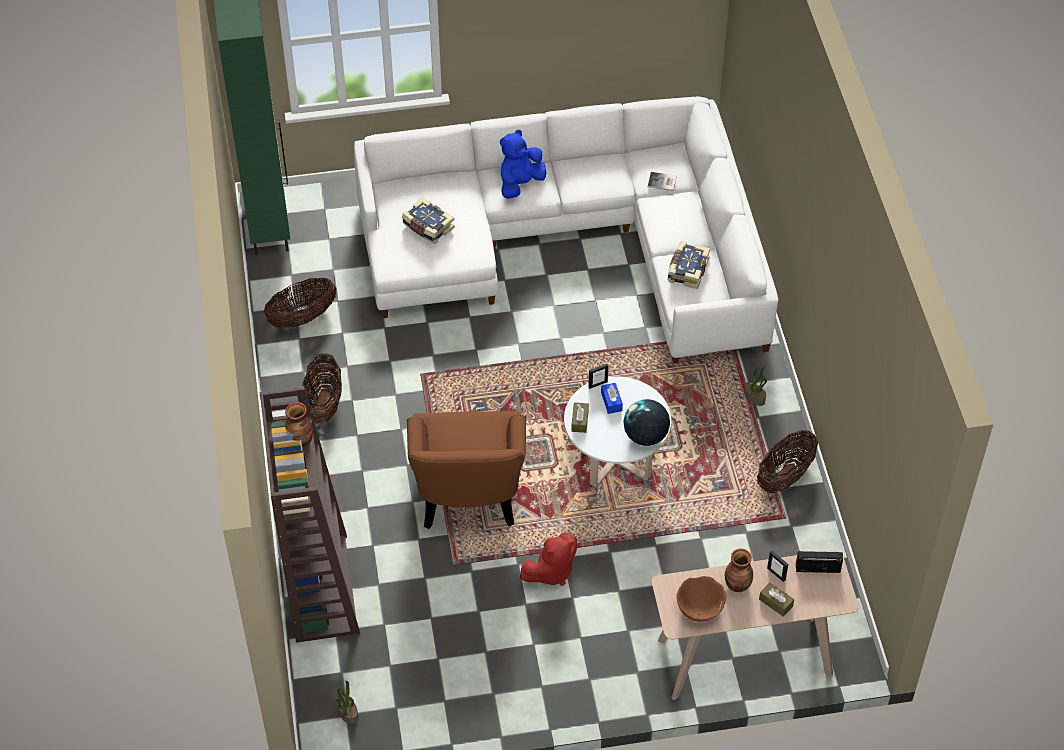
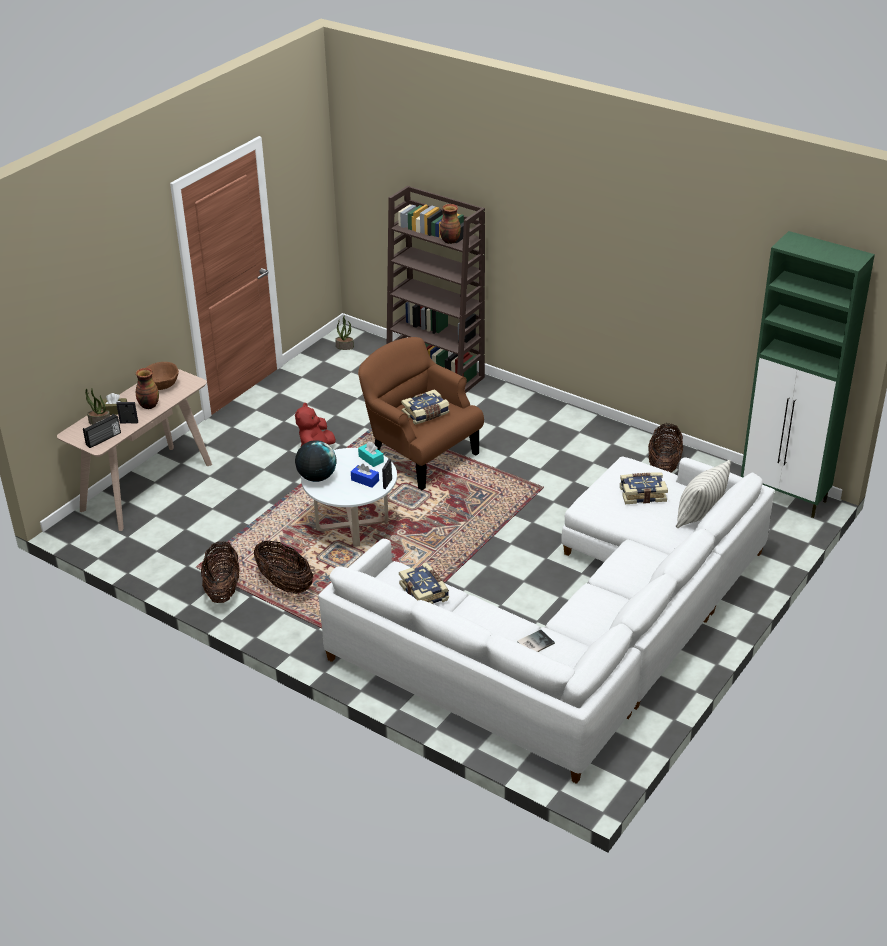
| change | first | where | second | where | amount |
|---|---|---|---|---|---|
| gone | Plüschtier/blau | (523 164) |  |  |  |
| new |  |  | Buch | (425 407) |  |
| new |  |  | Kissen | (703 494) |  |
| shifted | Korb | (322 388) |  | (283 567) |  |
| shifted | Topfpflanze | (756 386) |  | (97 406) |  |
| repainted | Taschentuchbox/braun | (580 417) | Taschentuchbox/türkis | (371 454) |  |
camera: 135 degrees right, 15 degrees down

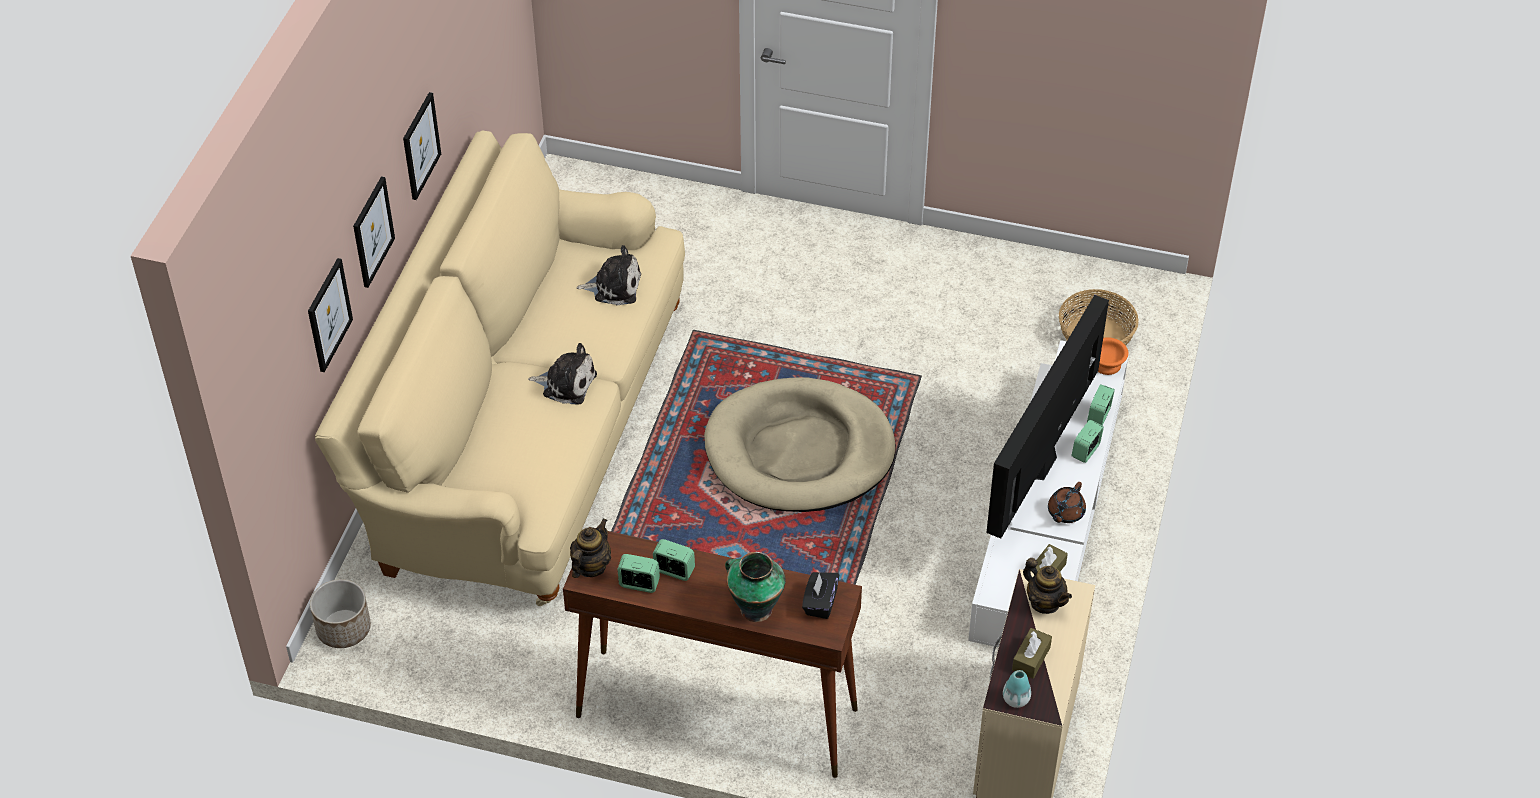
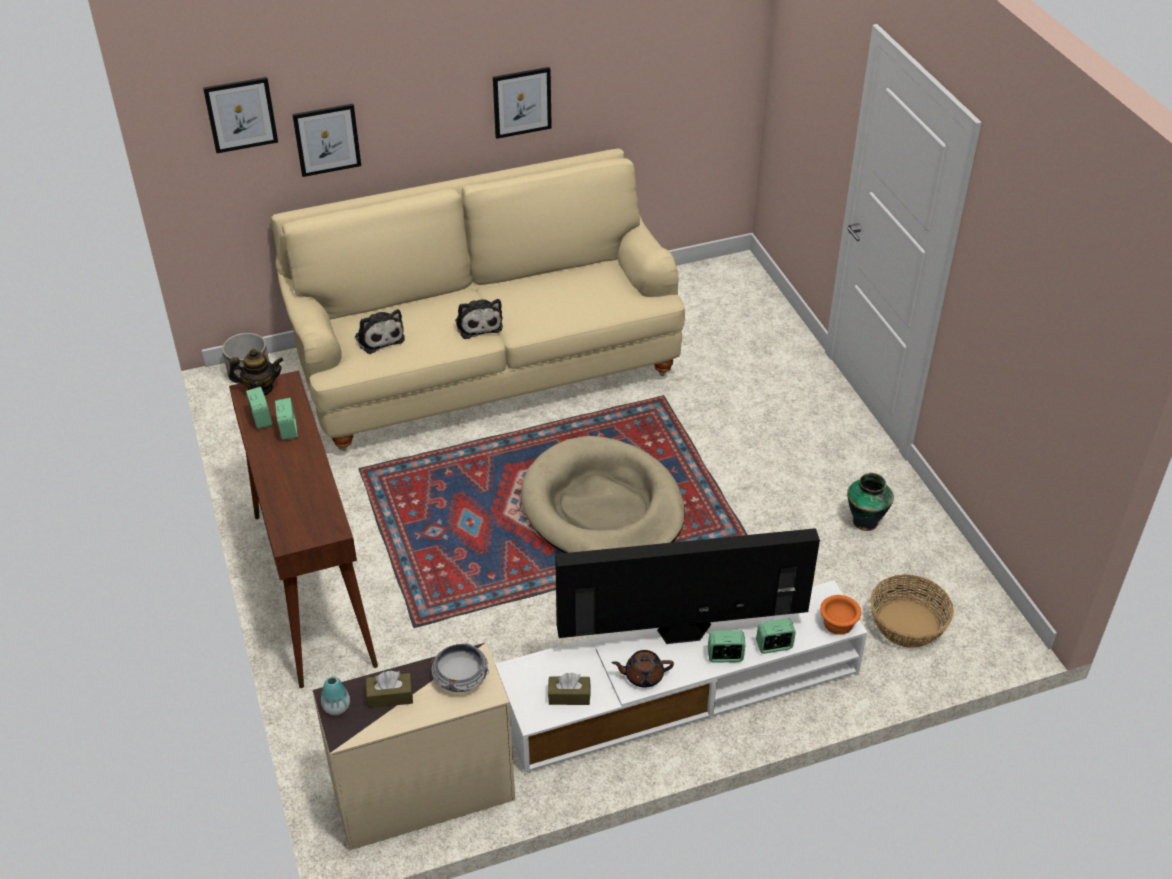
| change | first | where | second | where | amount |
|---|---|---|---|---|---|
| gone | Taschentuchbox/schwarz | (820 595) |  |  |  |
| shifted | Bild | (374 232) |  | (240 115) |  |
| shifted | Plüschtier | (608 275) |  | (380 331) |  |
| shifted | Vase | (755 587) |  | (870 502) |  |
| swapped | Teekanne | (1047 586) | Schüssel | (460 667) |  |
camera: 55 degrees right, 5 degrees down

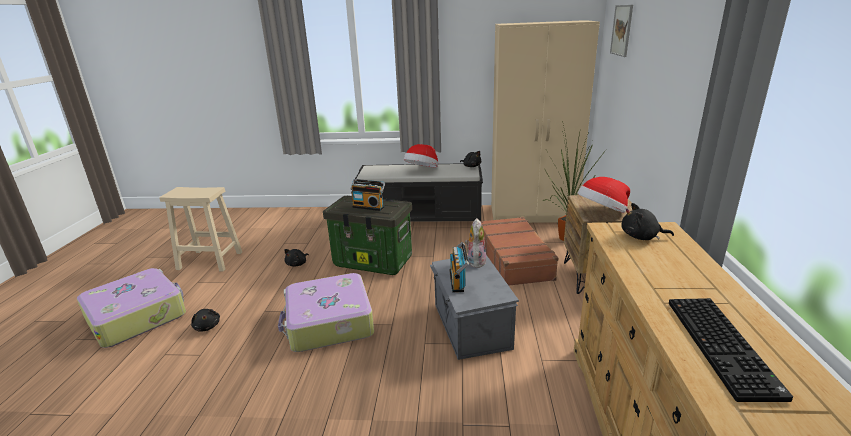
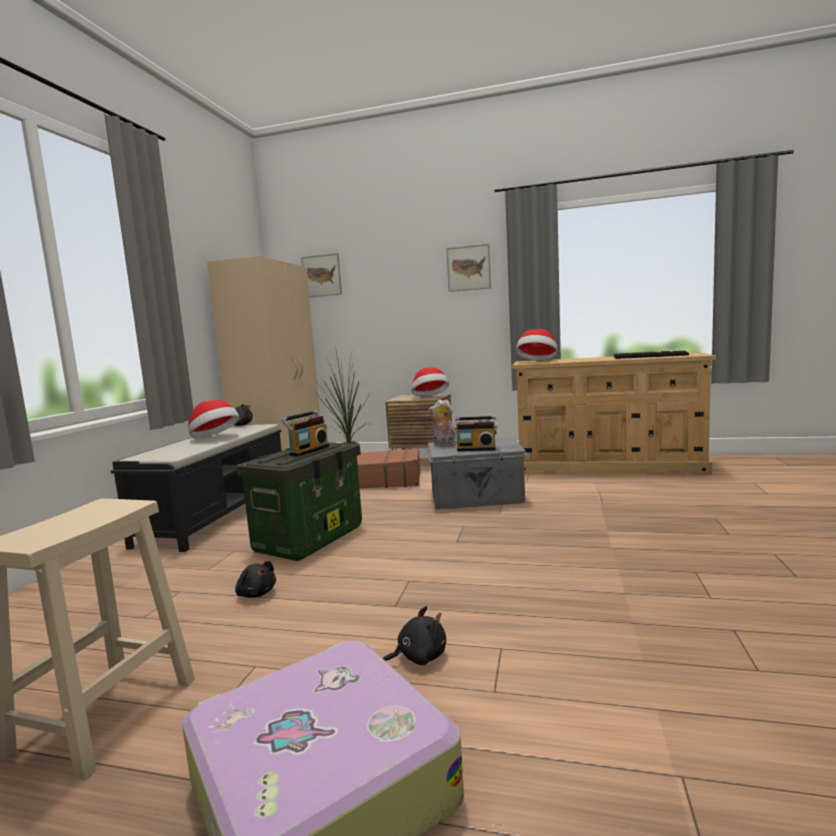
| change | first | where | second | where | amount |
|---|---|---|---|---|---|
| gone | Koffer | (326 312) |  |  |  |
| new |  |  | Bild | (468 268) |  |
| swapped | Plüschtier/schwarz | (648 221) | Hut | (537 345) |  |
camera: 80 degrees left, 15 degrees down

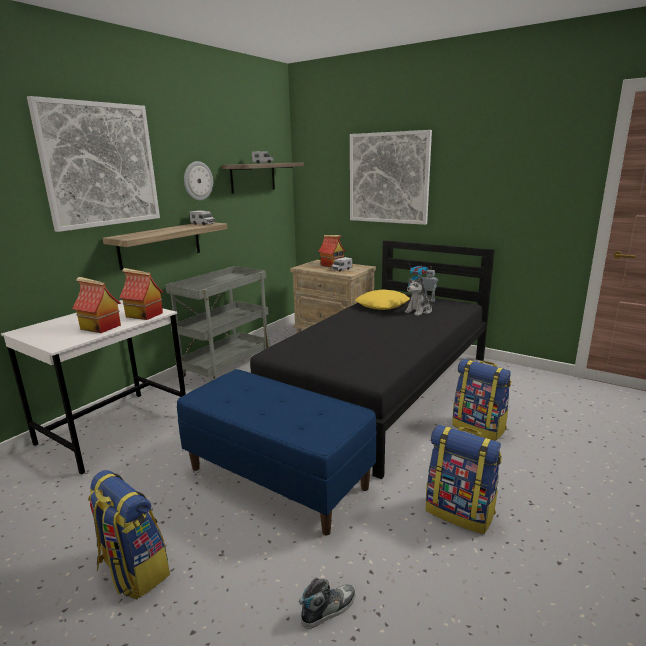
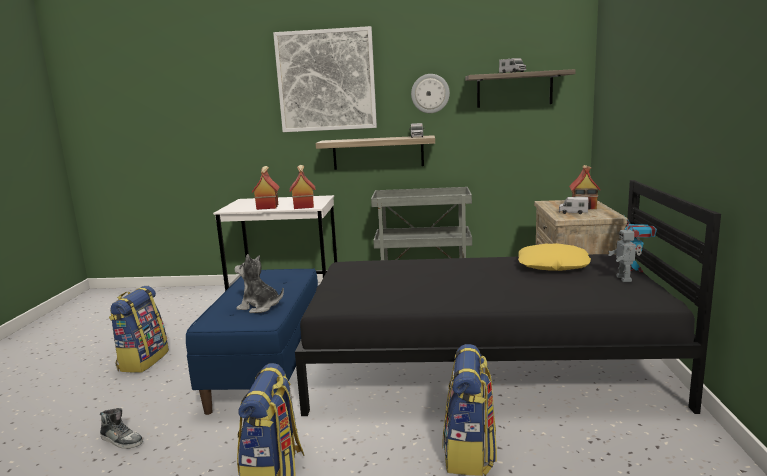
| change | first | where | second | where | amount |
|---|---|---|---|---|---|
| gone | Bild | (391 177) |  |  |  |
| shifted | Plüschtier | (418 295) |  | (259 283) |  |
camera: 60 degrees right, 5 degrees down

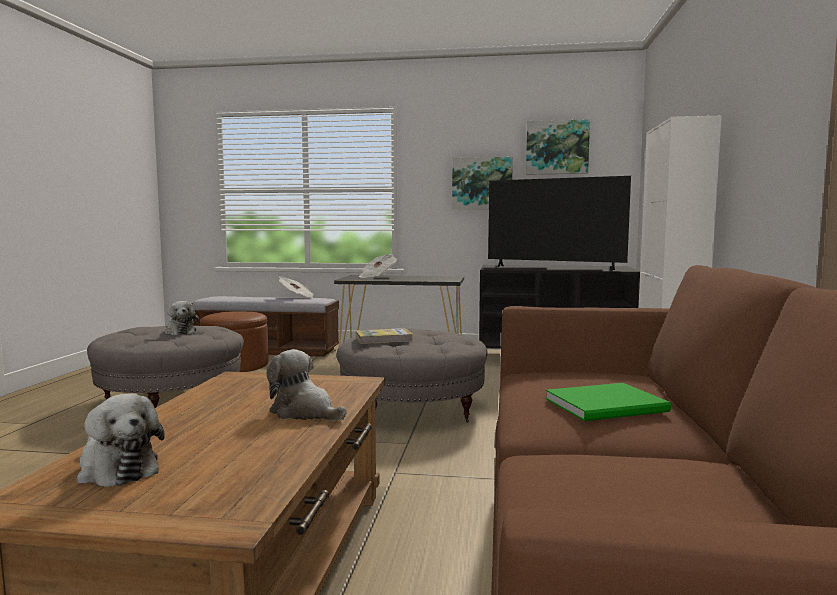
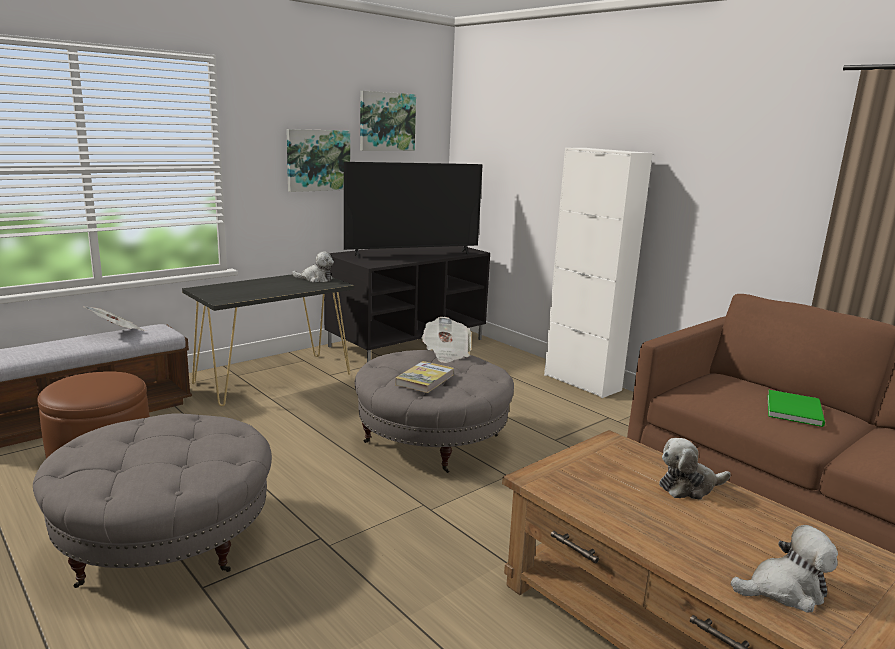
| change | first | where | second | where | amount |
|---|---|---|---|---|---|
| shifted | Plüschtier | (181 318) |  | (313 266) |  |
| shifted | Zeitung | (378 266) |  | (446 340) |  |
camera: 50 degrees left, 10 degrees up

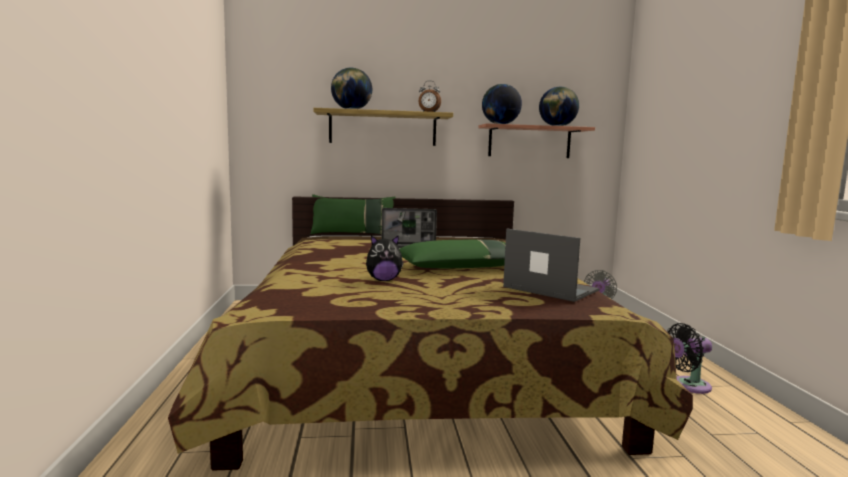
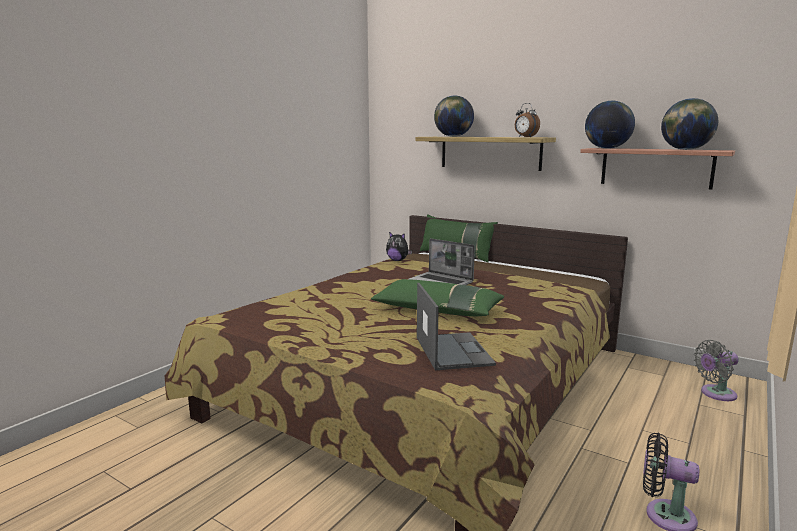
| change | first | where | second | where | amount |
|---|---|---|---|---|---|
| shifted | Plüschtier | (385 258) |  | (399 246) |  |
camera: 40 degrees right, 5 degrees up

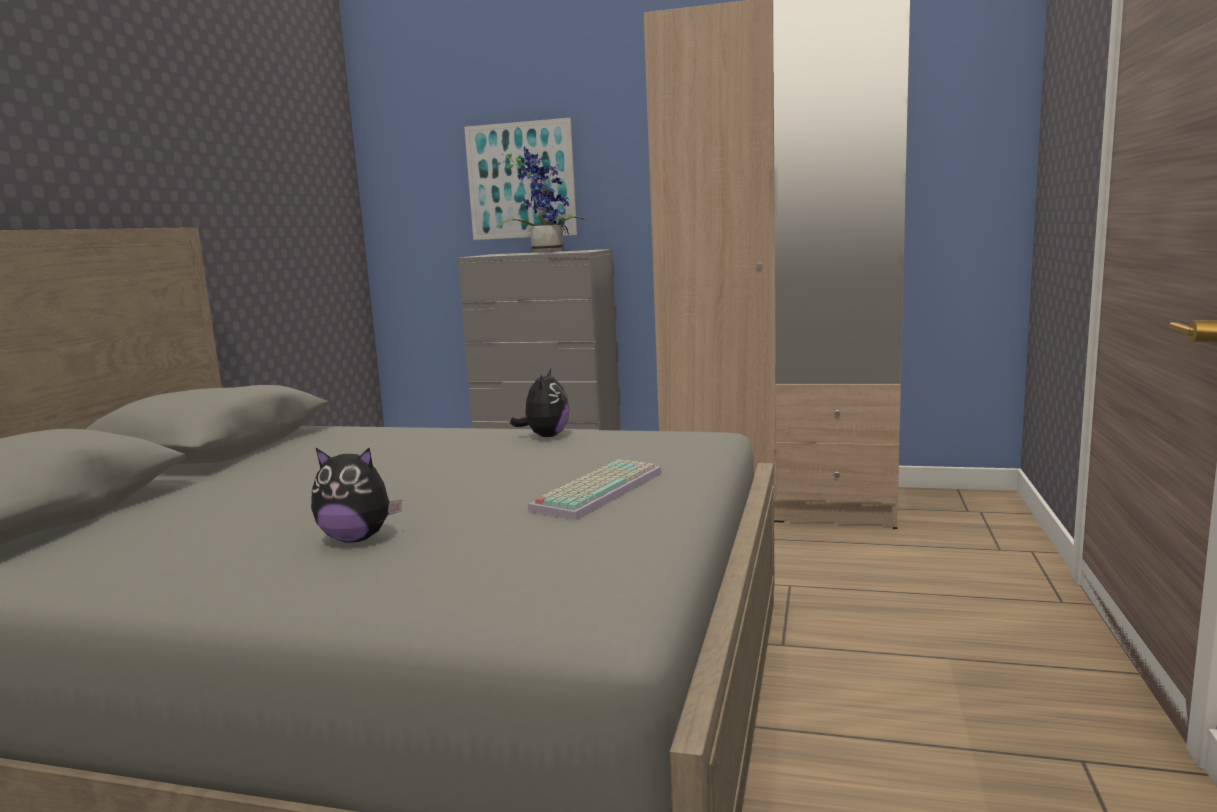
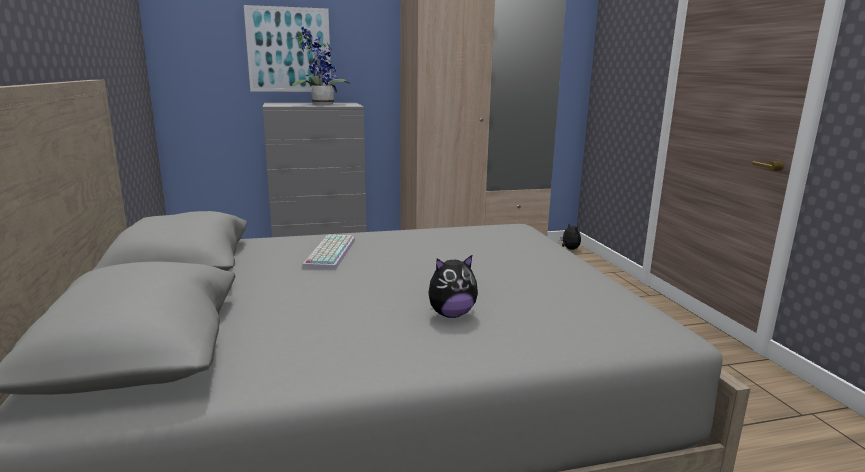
| change | first | where | second | where | amount |
|---|---|---|---|---|---|
| shifted | Plüschtier | (539 403) |  | (570 236) |  |
| shifted | Tastatur | (595 489) |  | (328 252) |  |
camera: 30 degrees left, 5 degrees up

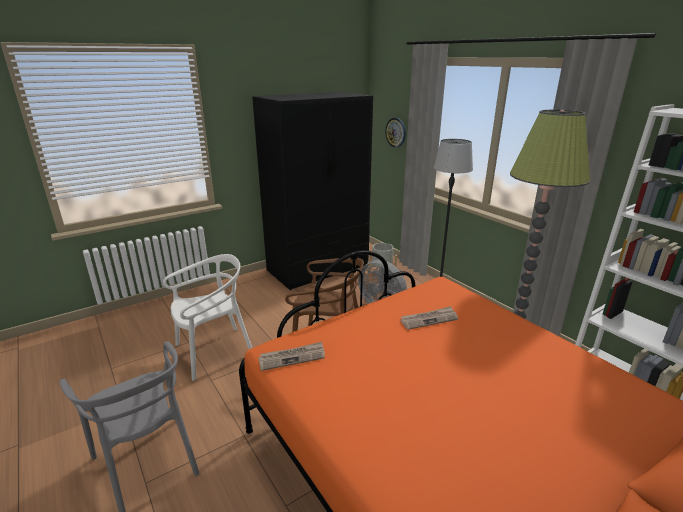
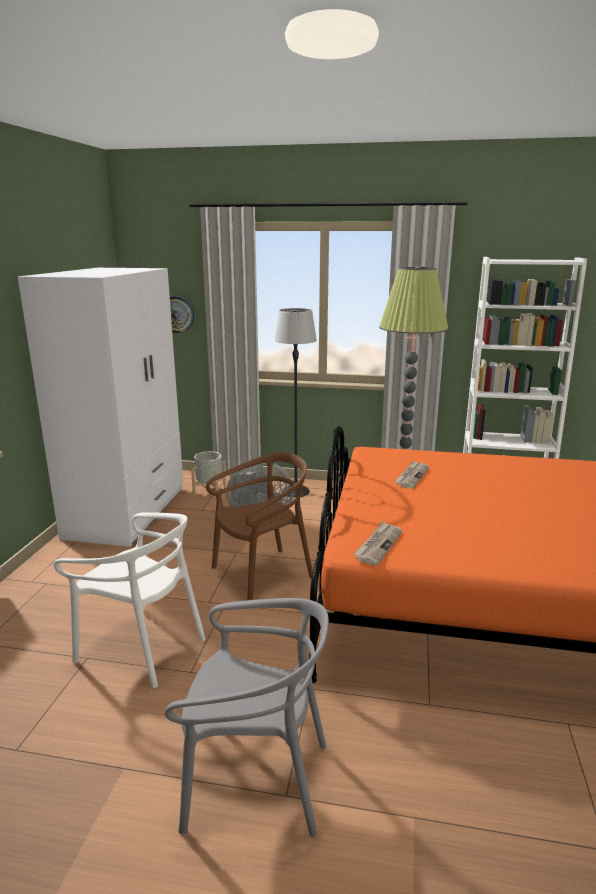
| change | first | where | second | where | amount |
|---|---|---|---|---|---|
| repainted | Kleiderschrank/schwarz | (312 191) | Kleiderschrank/weiß | (100 407) |  |
| rotated | Stuhl/weiß | (207 317) |  | (129 600) | 105 degrees clockwise |
camera: 45 degrees left, 5 degrees down

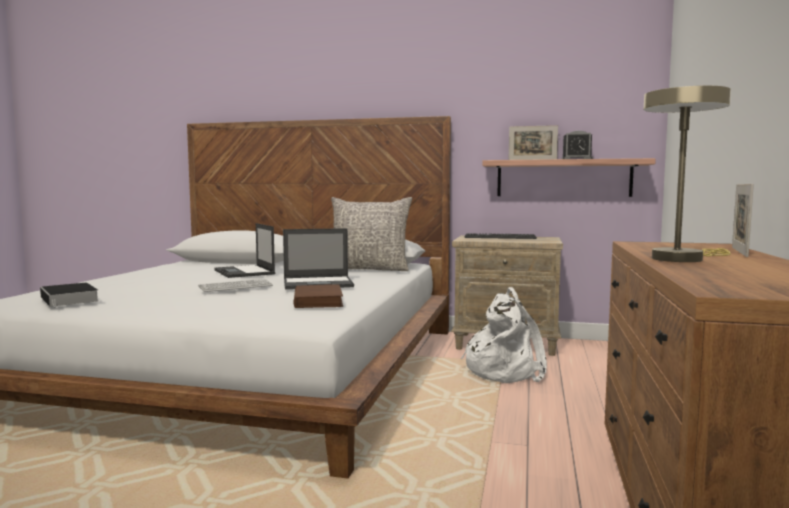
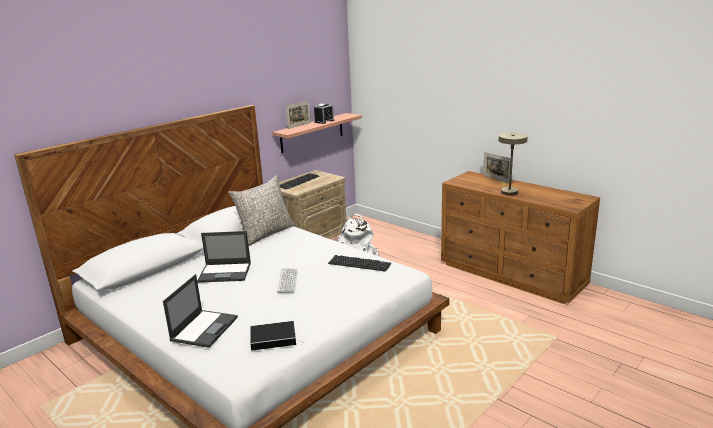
| change | first | where | second | where | amount |
|---|---|---|---|---|---|
| shifted | Laptop | (318 259) |  | (200 311) |  |
| swapped | Buch/braun | (318 296) | Tastatur | (359 263) |  |
camera: 60 degrees left, 15 degrees up

